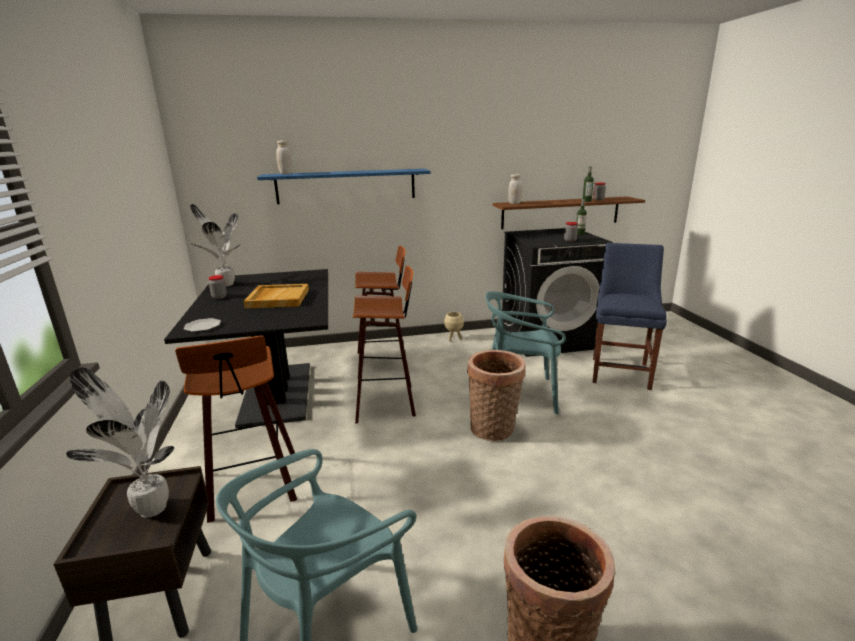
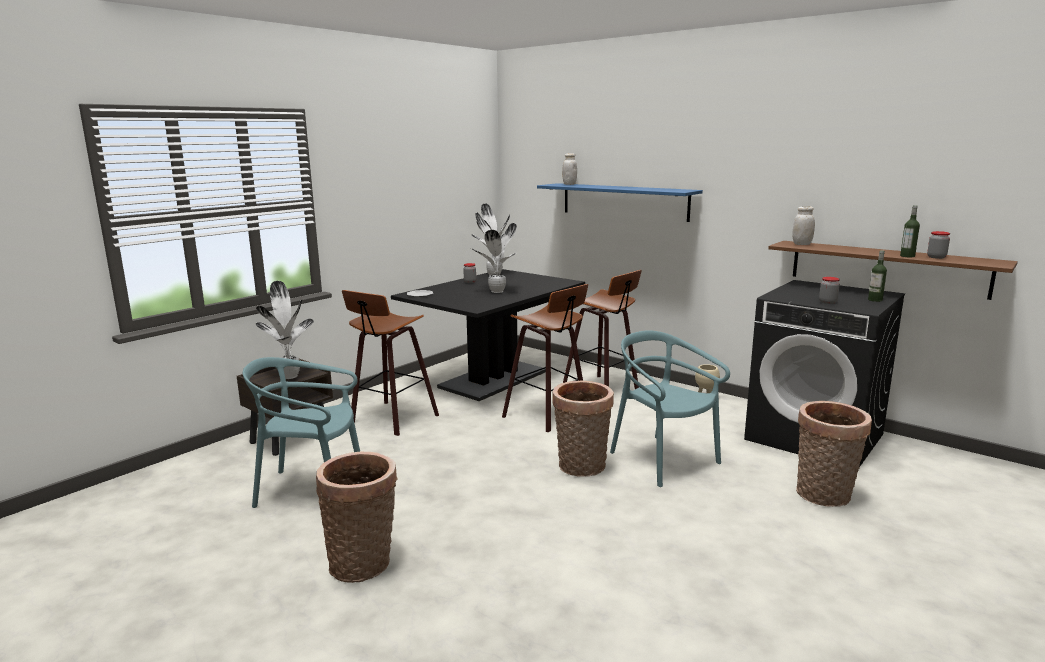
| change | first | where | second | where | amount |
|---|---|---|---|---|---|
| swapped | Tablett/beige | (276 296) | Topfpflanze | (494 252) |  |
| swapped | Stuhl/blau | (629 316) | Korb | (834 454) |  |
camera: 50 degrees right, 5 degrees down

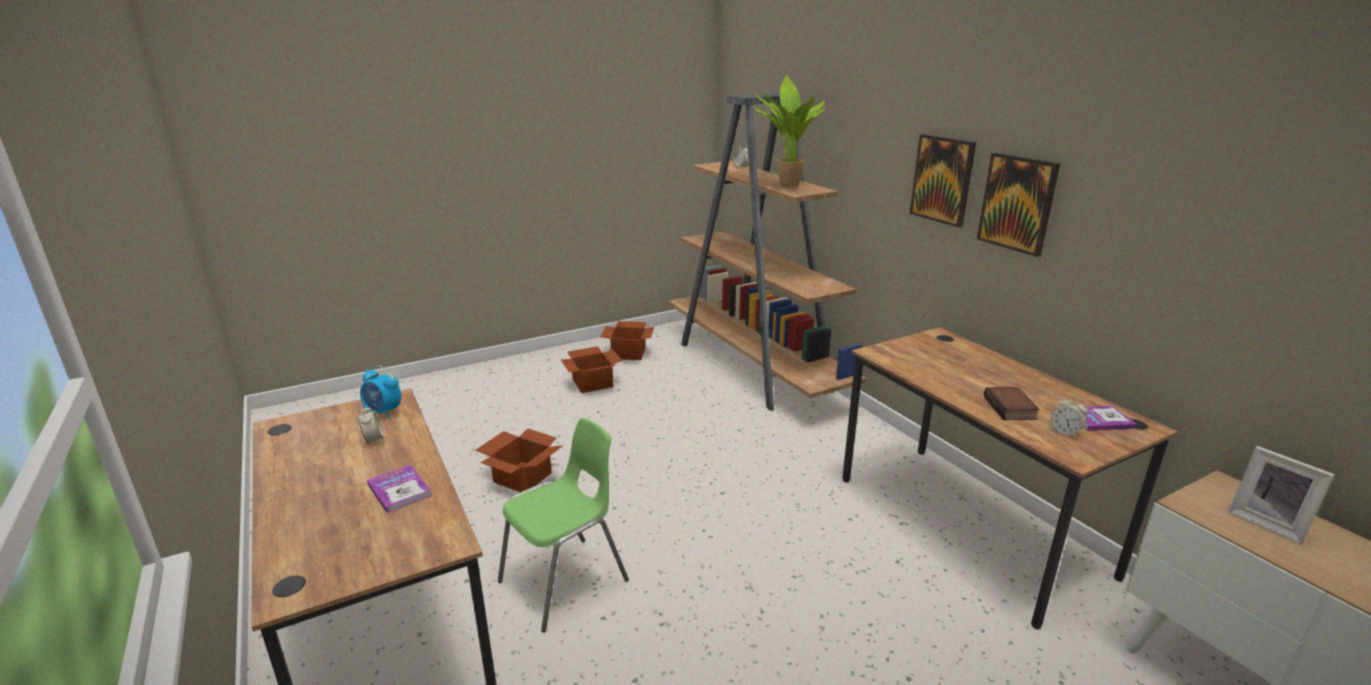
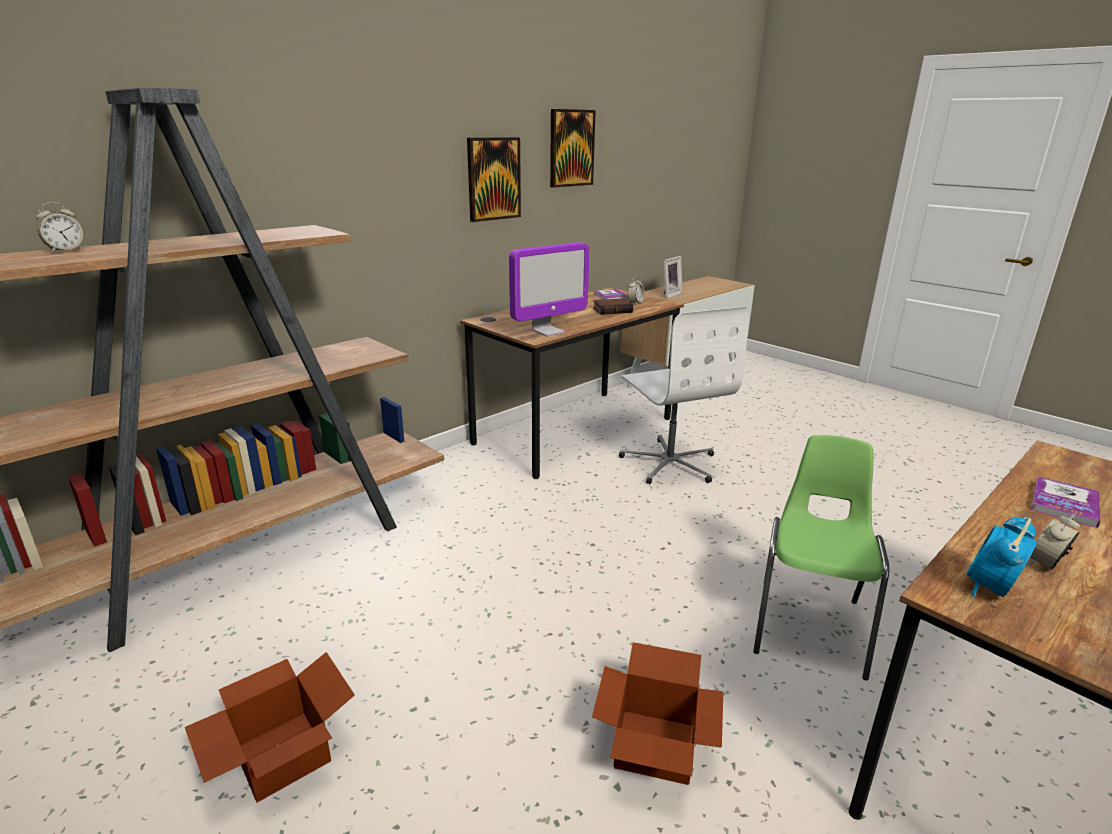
| change | first | where | second | where | amount |
|---|---|---|---|---|---|
| gone | Karton | (627 340) |  |  |  |
| gone | Topfpflanze | (789 131) |  |  |  |
| new |  |  | Monitor | (549 289) |  |
| new |  |  | Bürostuhl/weiß | (684 395) |  |
| shifted | Bild | (943 181) |  | (573 148) |  |
| rotated | Wecker | (380 391) |  | (1002 557) | 150 degrees counterclockwise |
| rotated | Stuhl/grün | (563 525) |  | (821 557) | 75 degrees clockwise |
camera: 105 degrees left, 0 degrees up

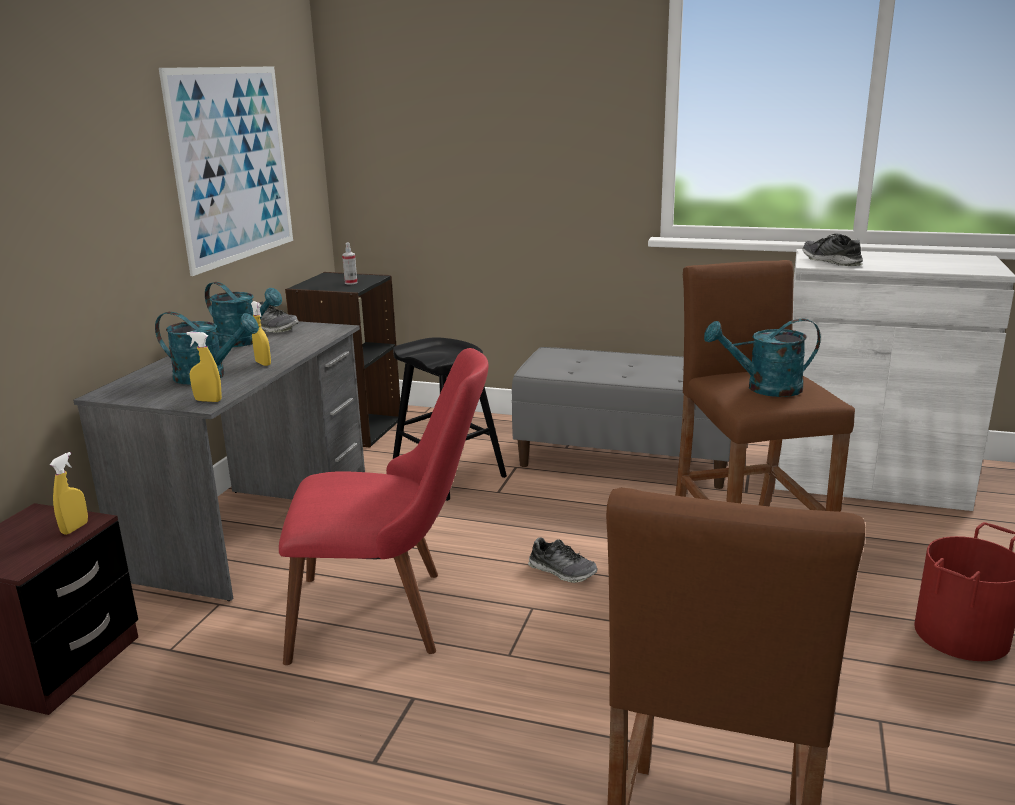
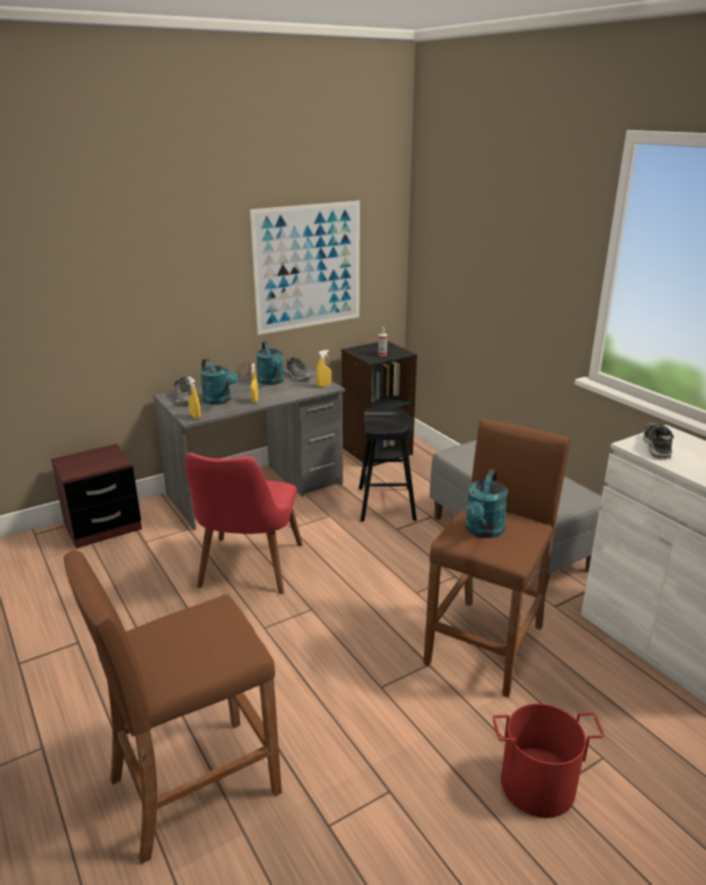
| change | first | where | second | where | amount |
|---|---|---|---|---|---|
| shifted | Sprühflasche/gelb | (69 493) |  | (324 368) |  |
| shifted | Schuh | (562 560) |  | (183 390) |  |
| rotated | Stuhl/rot | (384 506) |  | (244 523) | 60 degrees clockwise |
| rotated | Gießkanne/türkis | (762 357) |  | (486 503) | 105 degrees counterclockwise |
camera: 40 degrees right, 5 degrees up

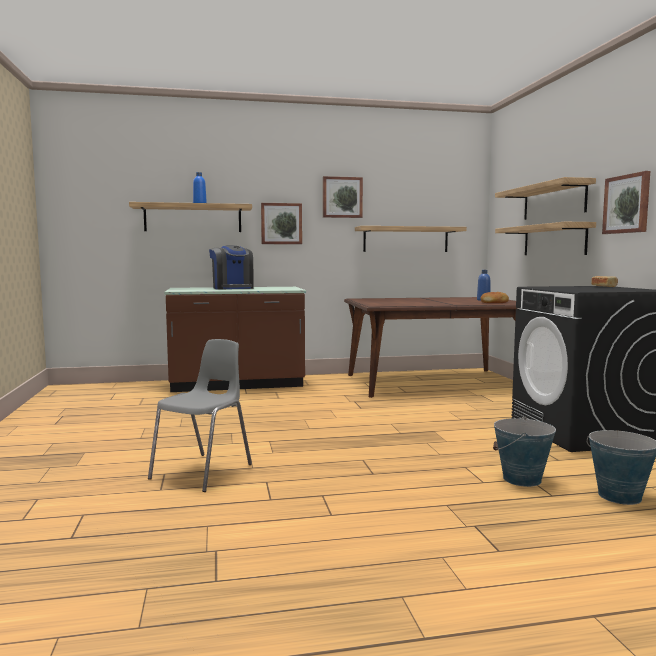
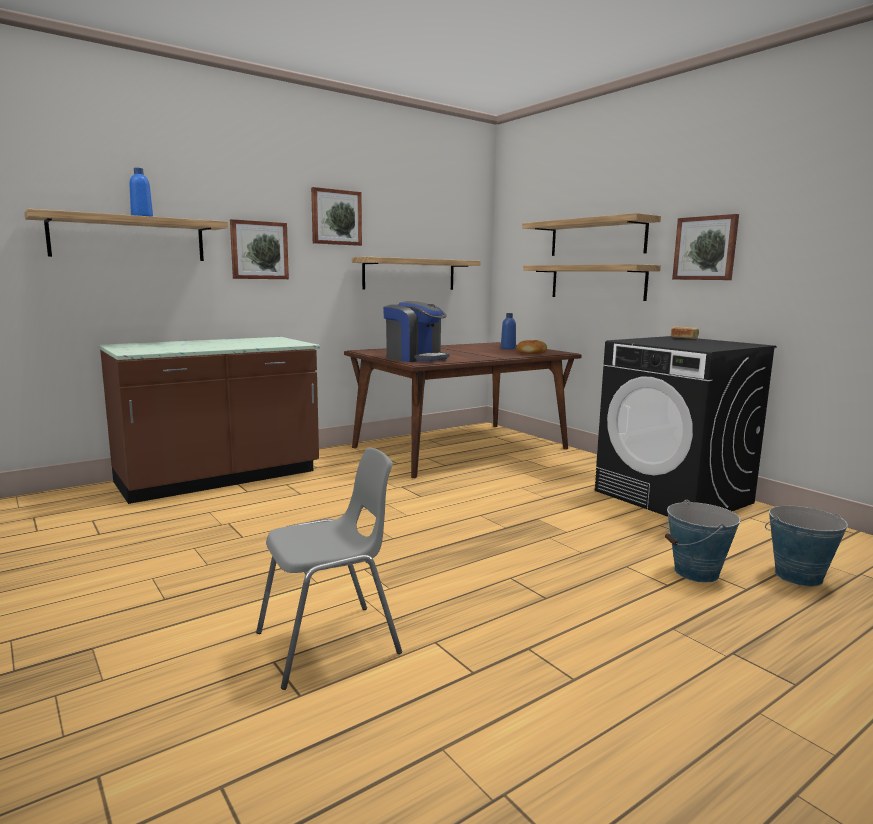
| change | first | where | second | where | amount |
|---|---|---|---|---|---|
| shifted | Kaffeemaschine | (231 267) |  | (416 331) |  |
| rotated | Stuhl/grau | (200 415) |  | (329 568) | 60 degrees clockwise |
camera: 25 degrees left, 5 degrees up

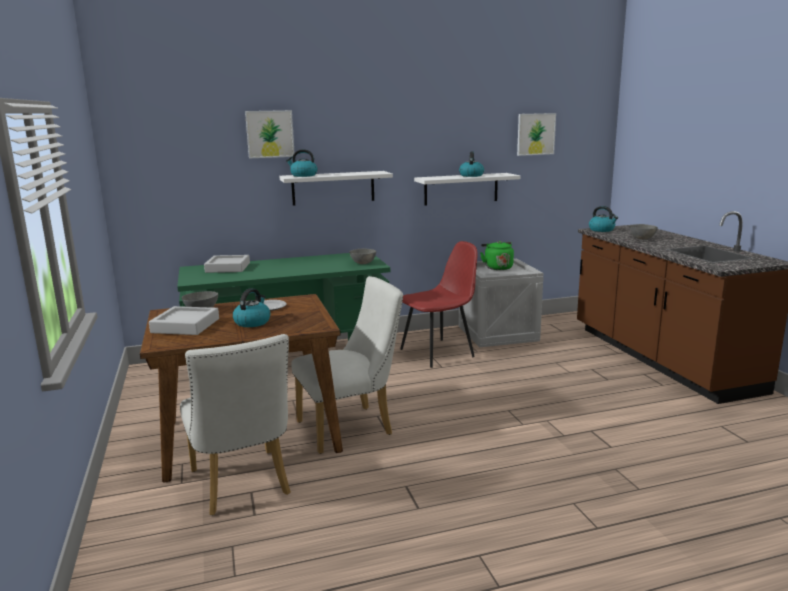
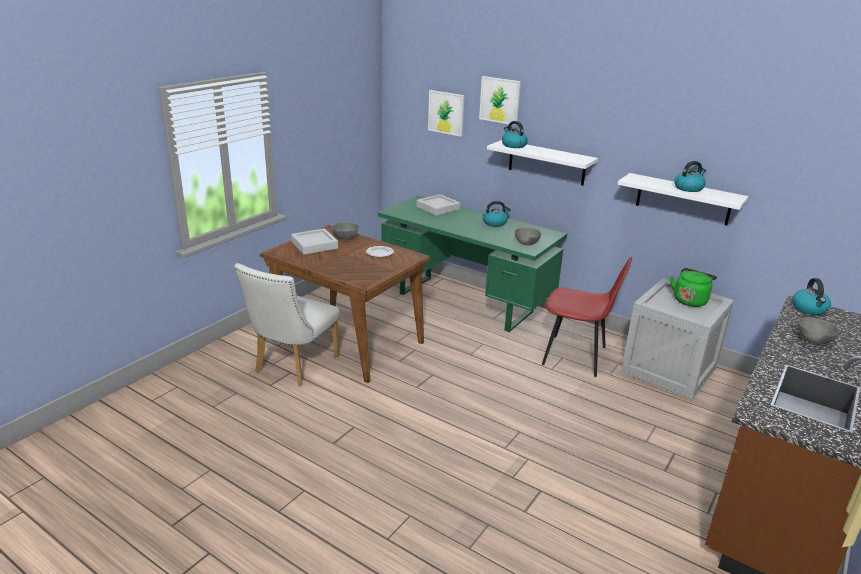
| change | first | where | second | where | amount |
|---|---|---|---|---|---|
| gone | Stuhl/weiß | (347 365) |  |  |  |
| shifted | Wasserkessel | (252 307) |  | (497 214) |  |
| shifted | Bild | (536 134) |  | (446 113) |  |
camera: 50 degrees right, 10 degrees up

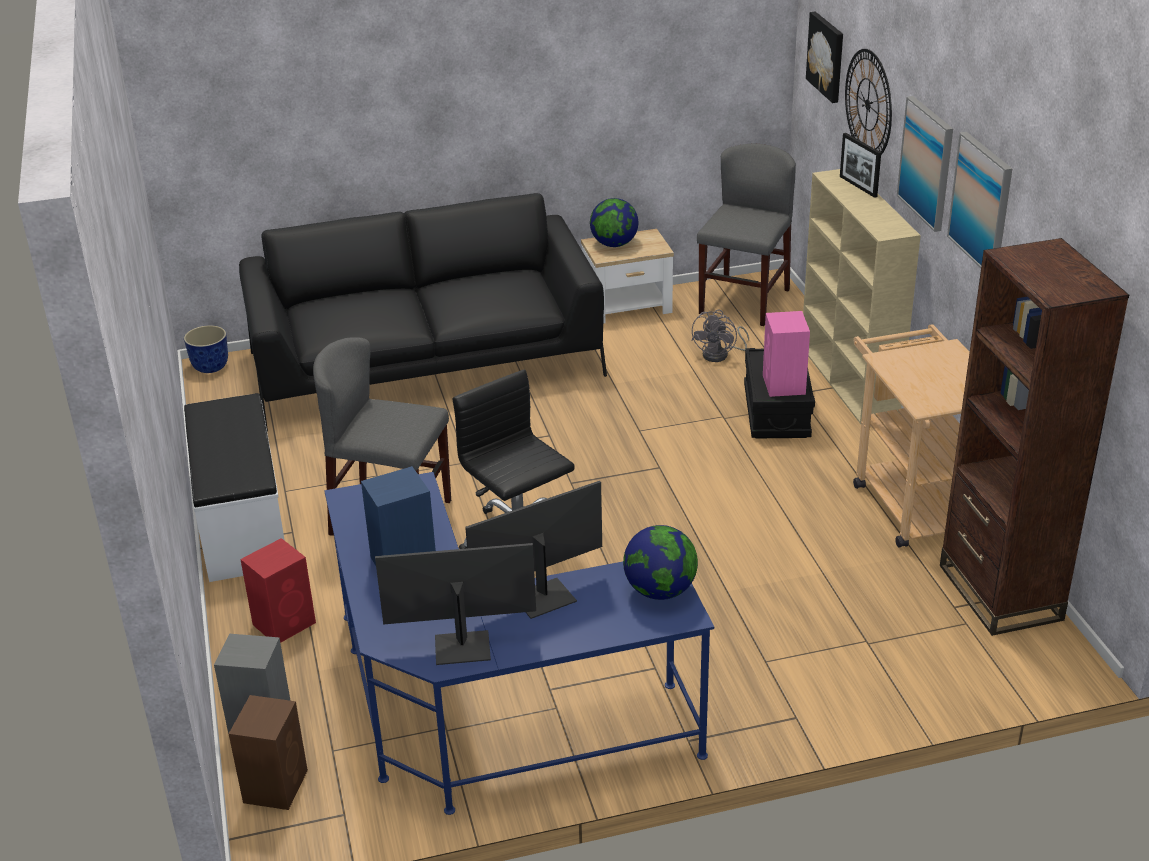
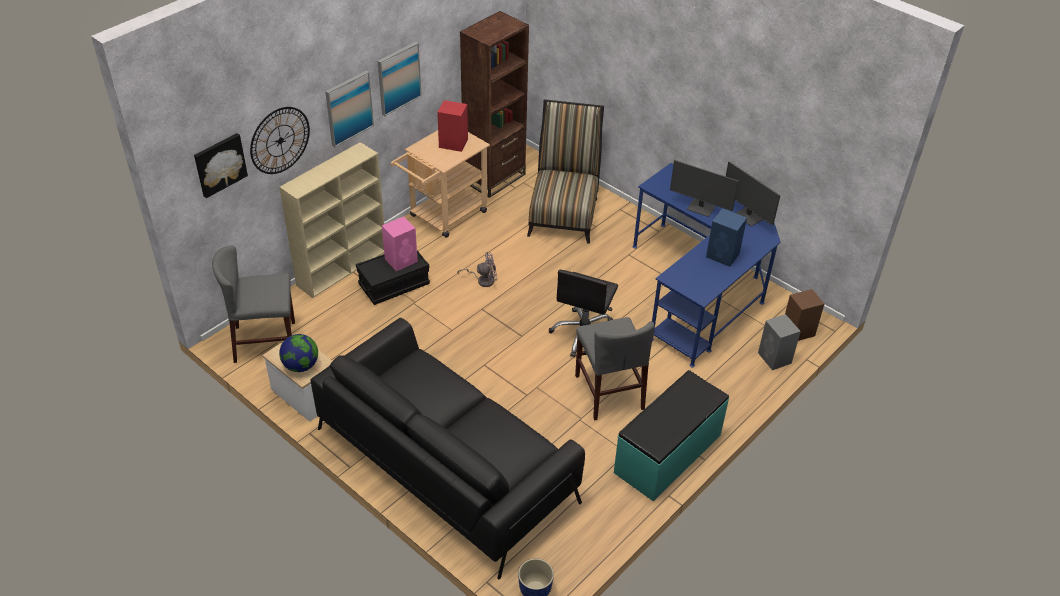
| change | first | where | second | where | amount |
|---|---|---|---|---|---|
| gone | Globus | (660 562) |  |  |  |
| gone | Bilderrahmen | (860 165) |  |  |  |
| new |  |  | Stuhl | (565 171) |  |
| shifted | Lautsprecher/rot | (278 590) |  | (452 126) |  |
| shifted | Ventilator/grau | (720 335) |  | (477 269) |  |
| repainted | Bank/weiß | (234 487) | Bank/türkis | (671 435) |  |
camera: 125 degrees left, 10 degrees up

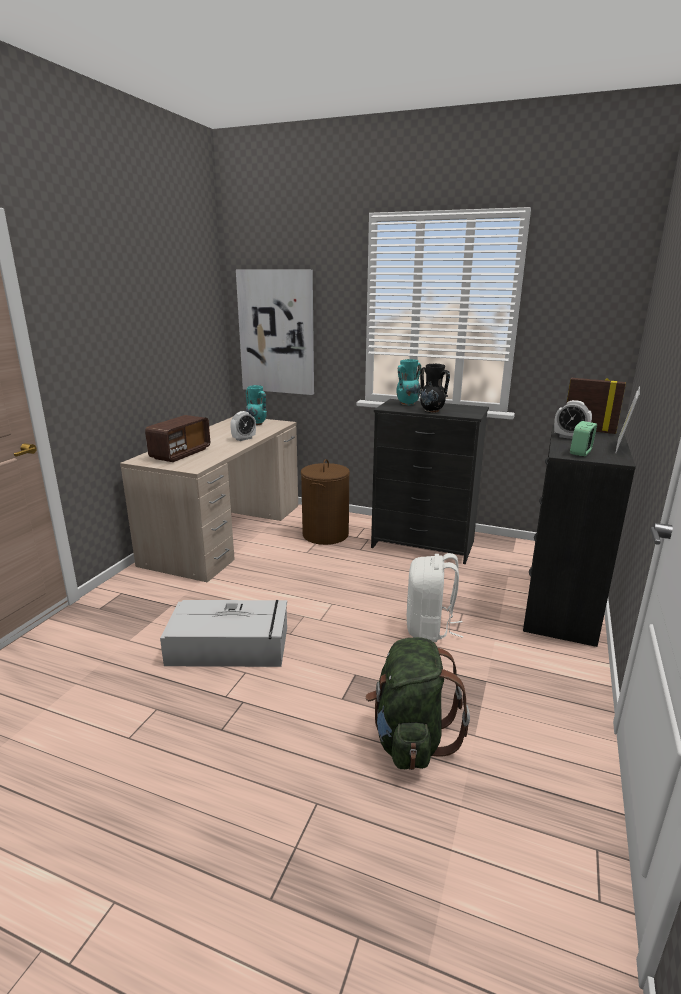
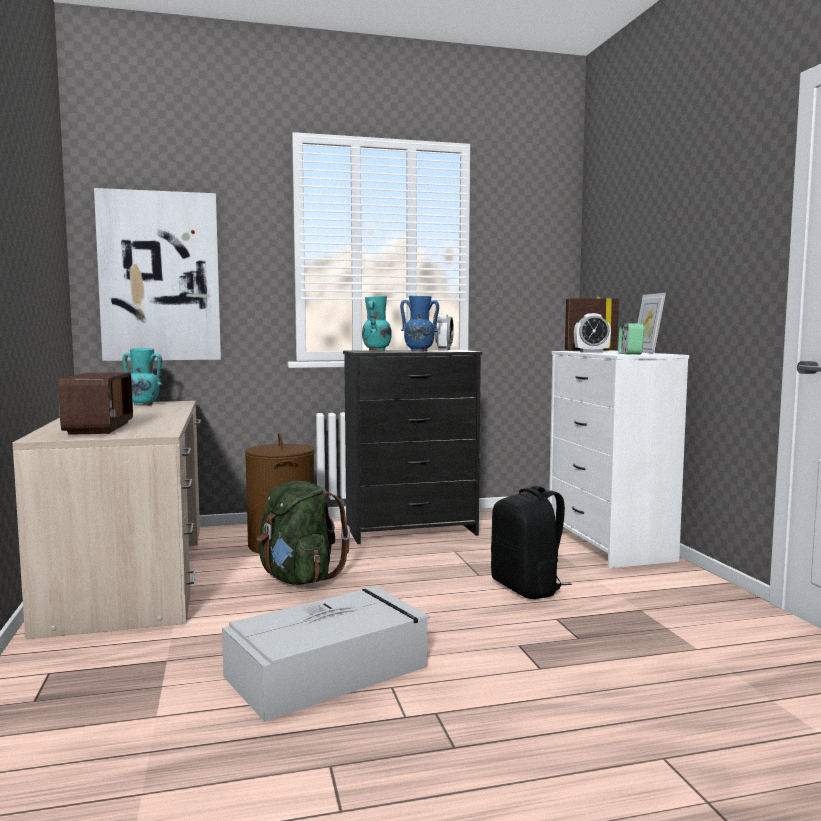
| change | first | where | second | where | amount |
|---|---|---|---|---|---|
| shifted | Wecker | (243 426) |  | (444 332) |  |
| shifted | Rucksack/grün | (417 703) |  | (303 533) |  |
| repainted | Rucksack/weiß | (435 597) | Rucksack/schwarz | (531 542) |  |
| repainted | Vase/schwarz | (434 388) | Vase/blau | (419 324) |  |
| repainted | Kommode/schwarz | (579 536) | Kommode/weiß | (619 459) |  |
camera: 35 degrees left, 15 degrees down

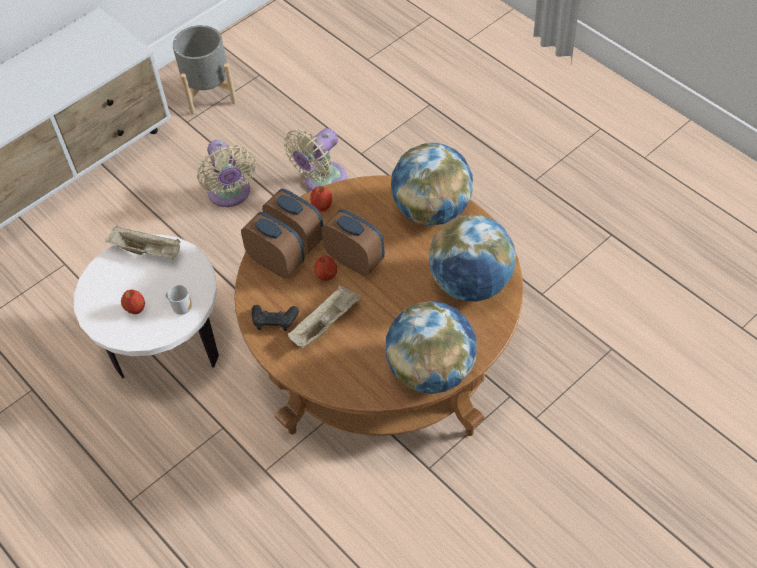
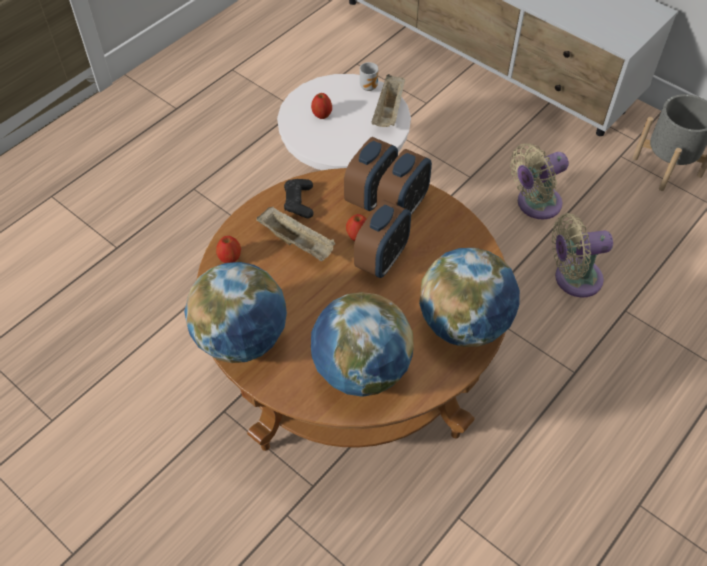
| change | first | where | second | where | amount |
|---|---|---|---|---|---|
| shifted | Henkelbecher | (178 300) |  | (369 76) |  |
| shifted | Apfel | (321 199) |  | (228 249) |  |
| rotated | Ventilator/beige | (315 159) |  | (582 255) | 45 degrees counterclockwise |
camera: 80 degrees right, 0 degrees up

